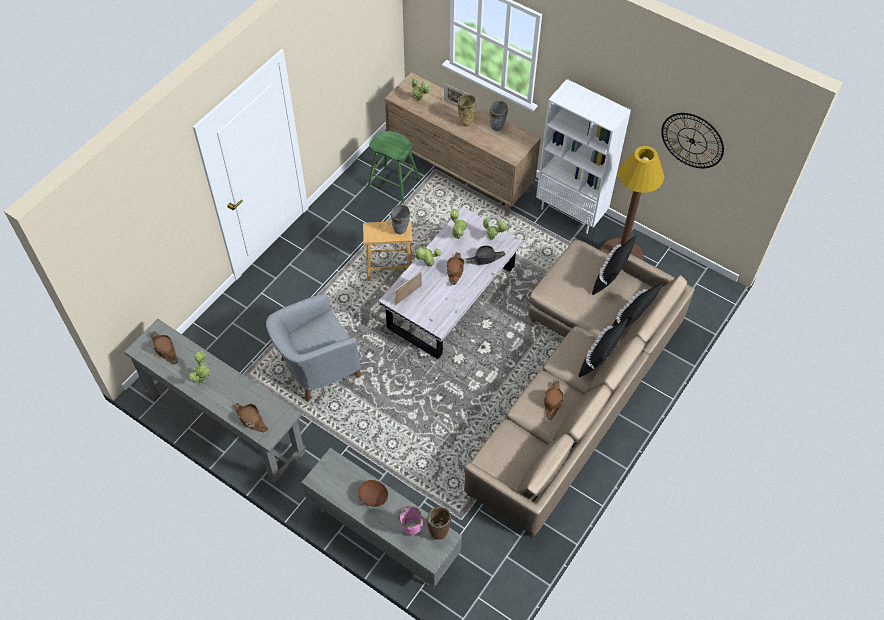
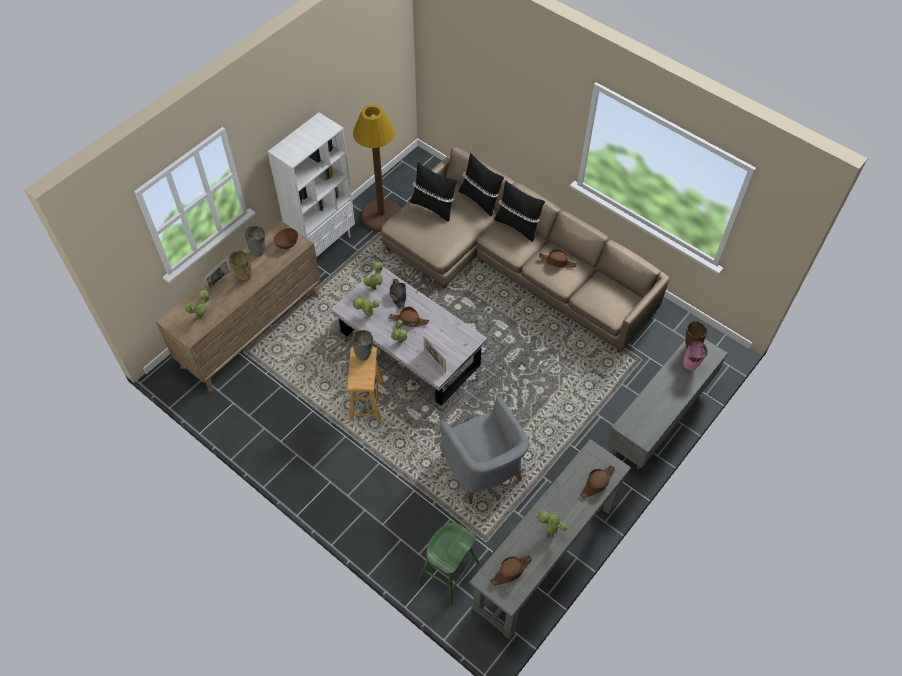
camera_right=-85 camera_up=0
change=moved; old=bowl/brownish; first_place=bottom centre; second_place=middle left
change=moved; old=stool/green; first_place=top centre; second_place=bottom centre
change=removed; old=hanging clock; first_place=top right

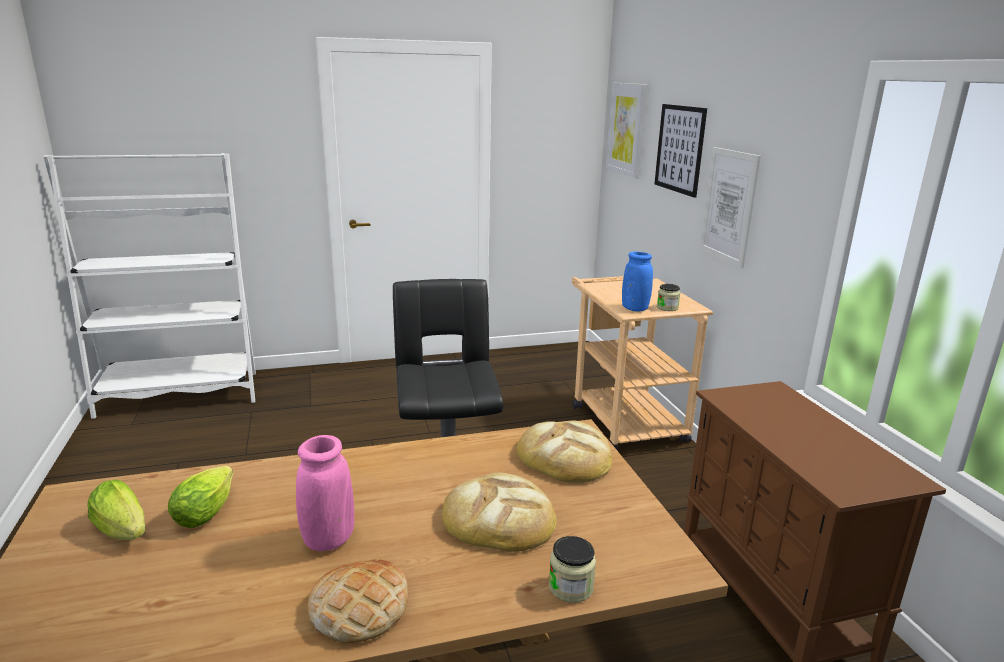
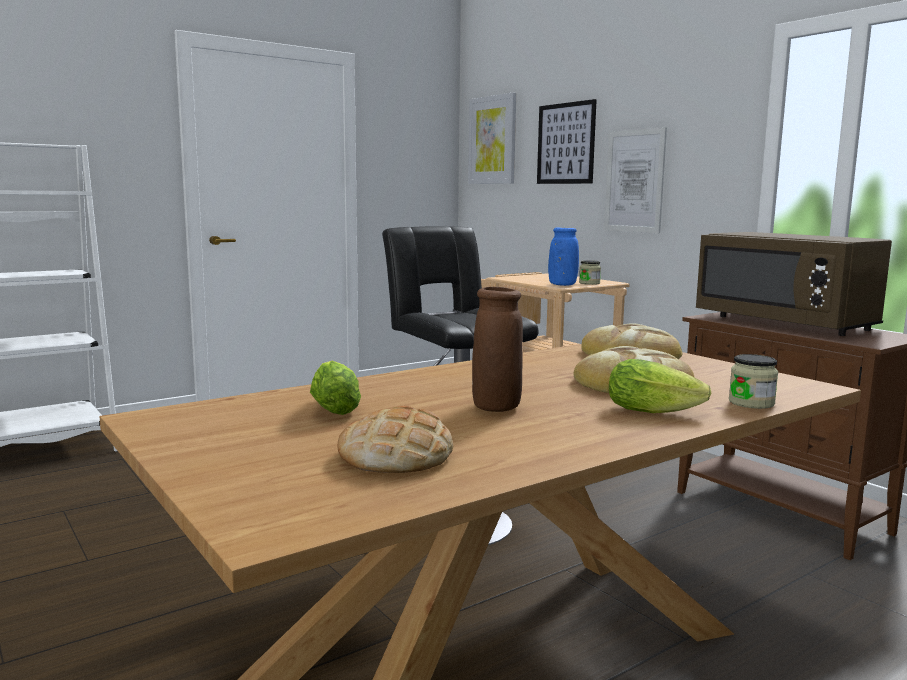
camera_right=-20 camera_up=-10
change=moved; old=bread (1st from left); first_place=bottom centre; second_place=centre
change=recoloured; old=decorative vase/pink-coloured; new=decorative vase/brownish; first_place=bottom left; second_place=centre
change=moved; old=lettuce (1st from left in the first image); new=lettuce (2nd from left); first_place=bottom left; second_place=middle right
change=added; new=microwave/brownish; second_place=middle right

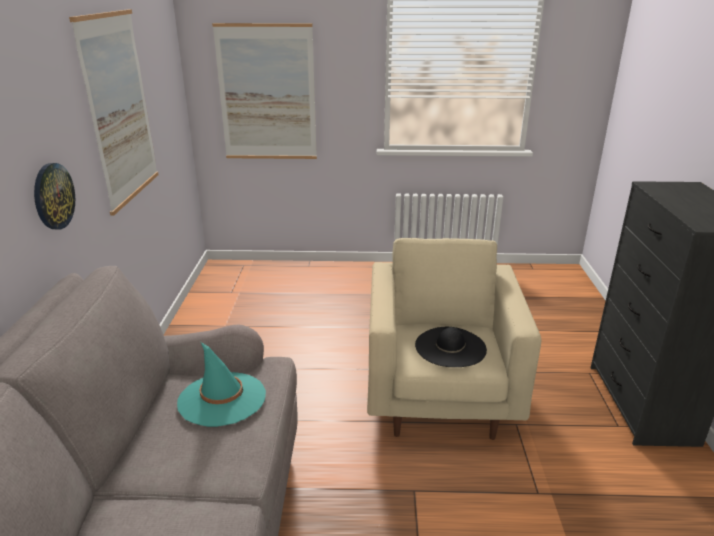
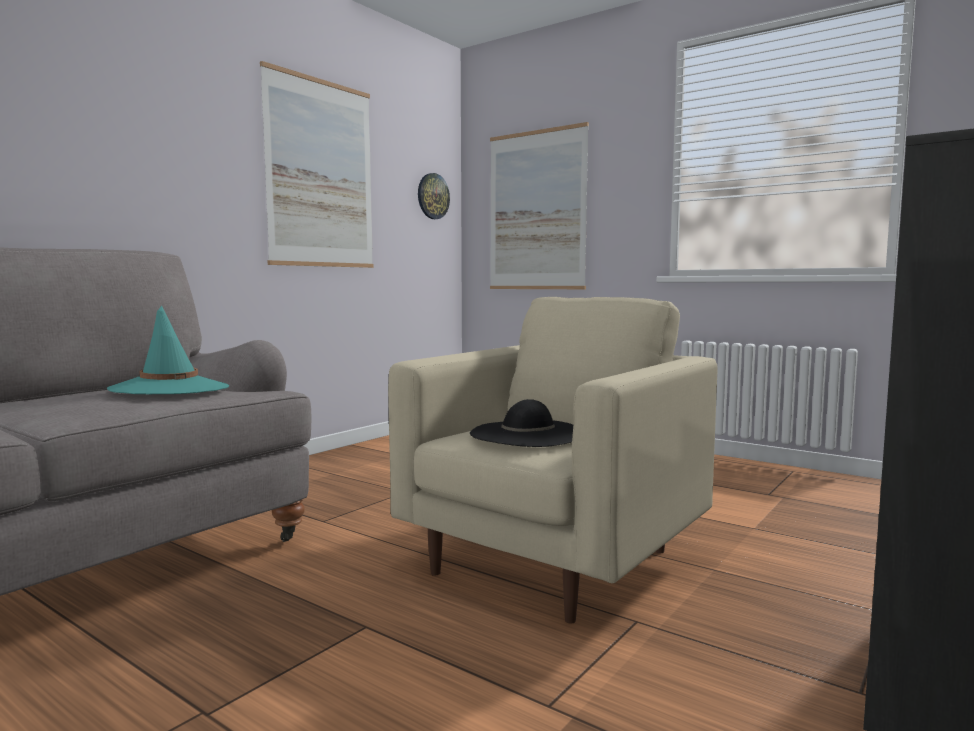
camera_right=35 camera_up=-20
change=moved; old=hanging clock; first_place=middle left; second_place=top centre

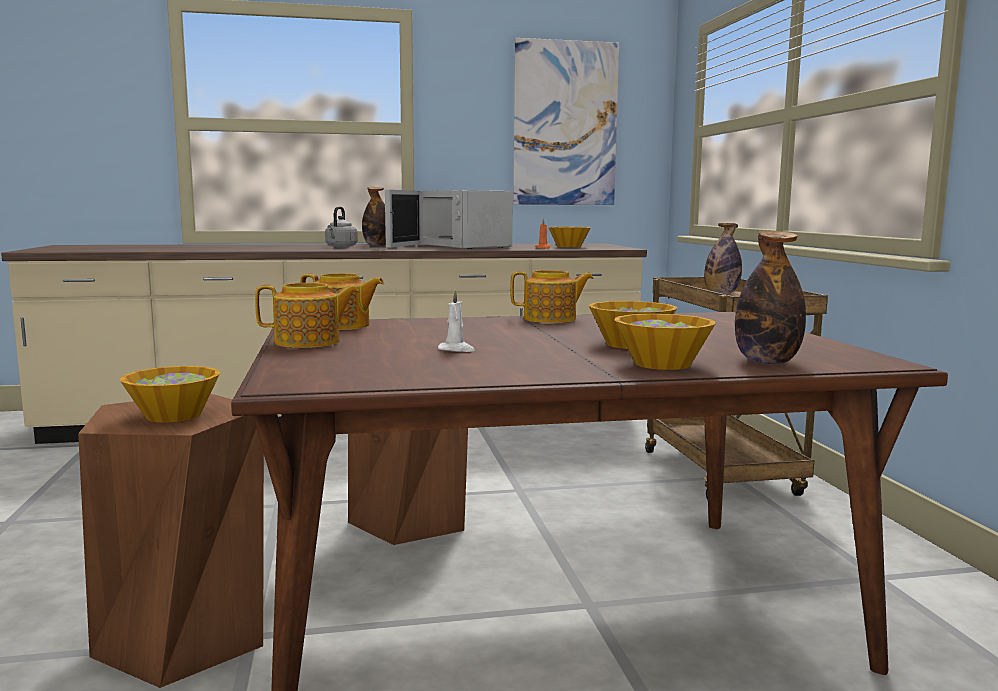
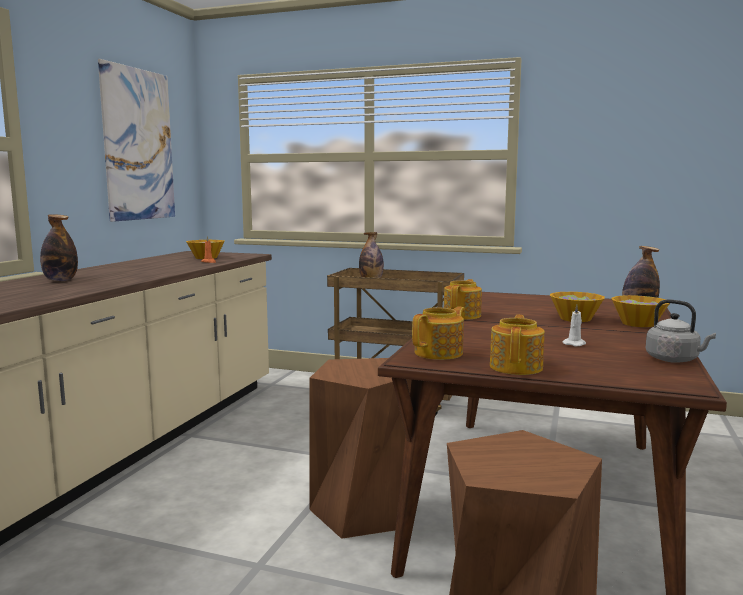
camera_right=-60 camera_up=0
change=moved; old=tea kettle/grey; first_place=top centre; second_place=middle right
change=removed; old=bowl (1st from left); first_place=middle left
change=removed; old=microwave/white-coloured; first_place=top centre

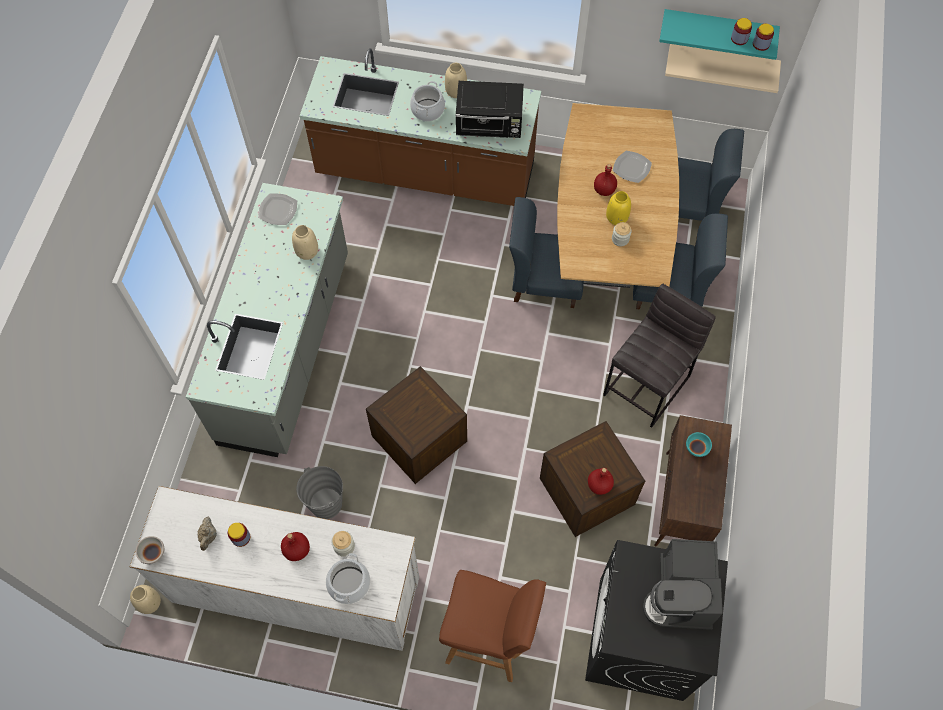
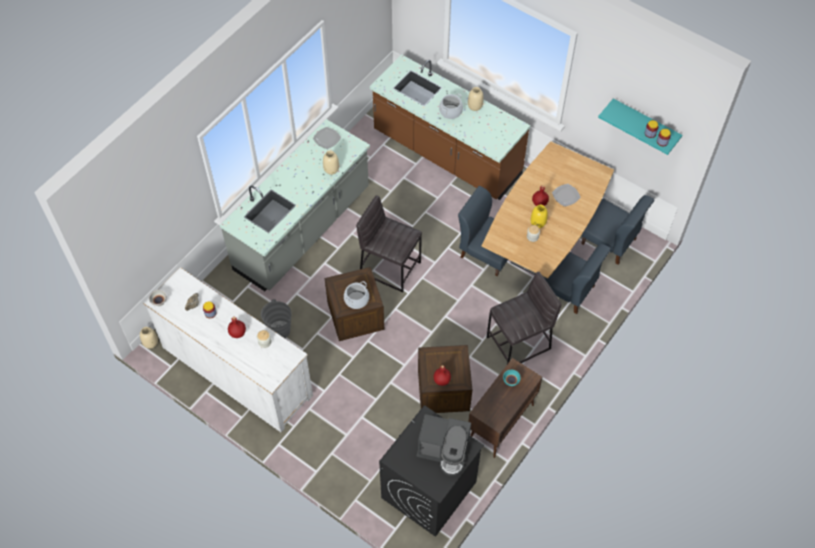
camera_right=25 camera_up=-5
change=moved; old=cooking pot (1st from left); first_place=bottom centre; second_place=centre
change=added; new=stool/grey (1st from left); second_place=centre
change=turned; old=coffee machine; first_place=bottom right; second_place=bottom centre; degrees=-105
change=removed; old=stool/brownish; first_place=bottom centre
change=removed; old=microwave/black; first_place=top centre
change=removed; old=bracket shelf/beige; first_place=top right

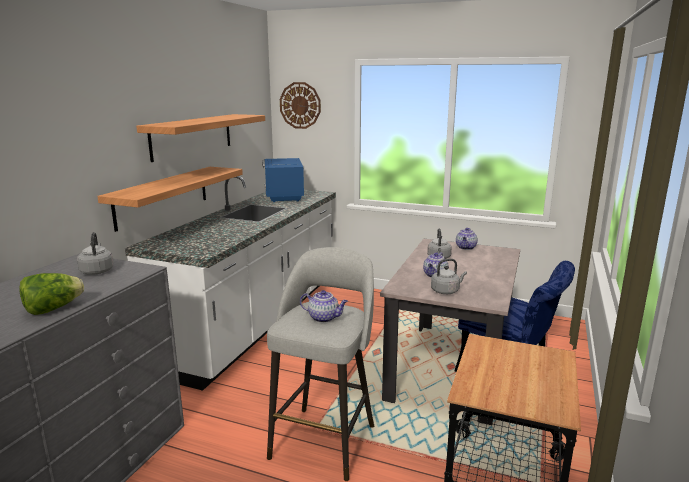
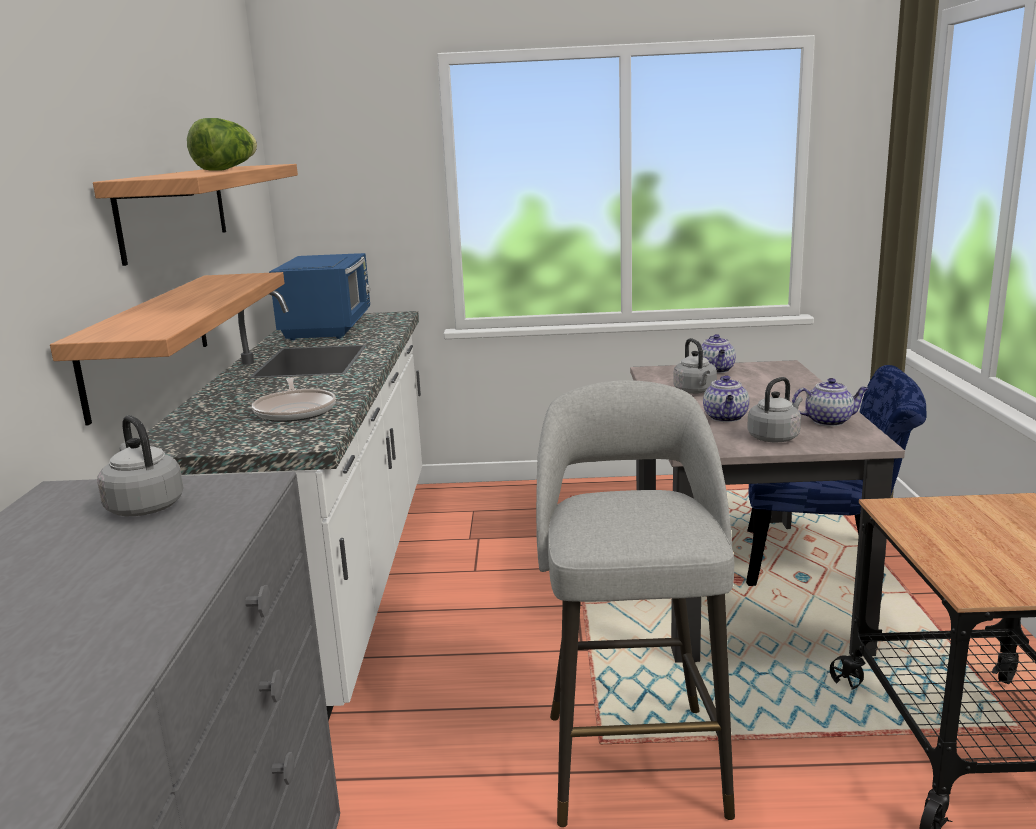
camera_right=-20 camera_up=0
change=moved; old=lettuce; first_place=middle left; second_place=top left
change=added; new=pan; second_place=middle left
change=turned; old=microwave/bluish; first_place=centre; second_place=middle left; degrees=-150
change=moved; old=pot for tea (1st from left in the first image); new=pot for tea (3rd from left); first_place=centre; second_place=middle right
change=removed; old=hanging clock; first_place=top centre

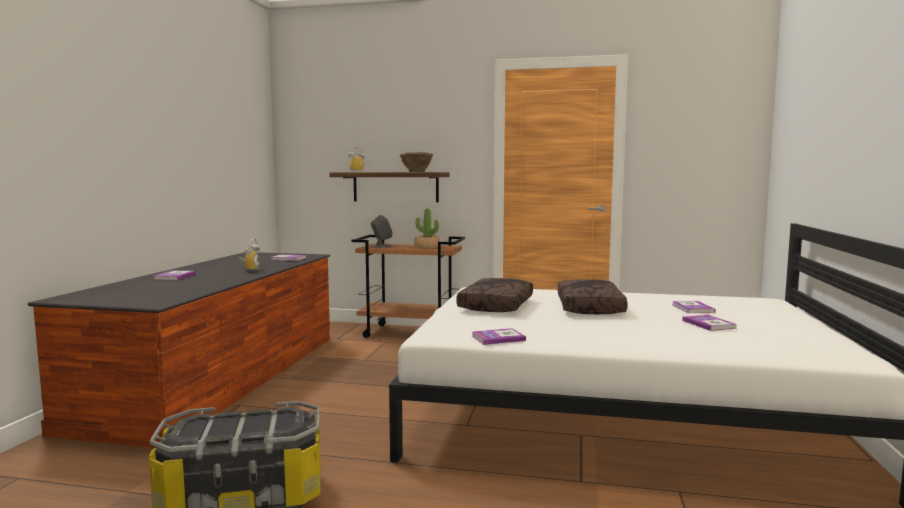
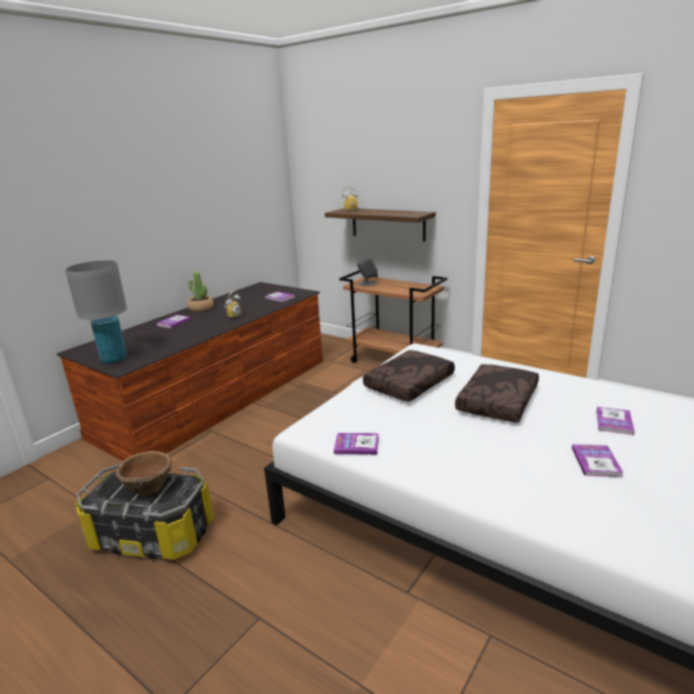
camera_right=25 camera_up=15
change=added; new=lamp for a table/grey; second_place=middle left
change=moved; old=bowl/brownish; first_place=top centre; second_place=bottom left
change=moved; old=plant in a pot; first_place=centre; second_place=middle left

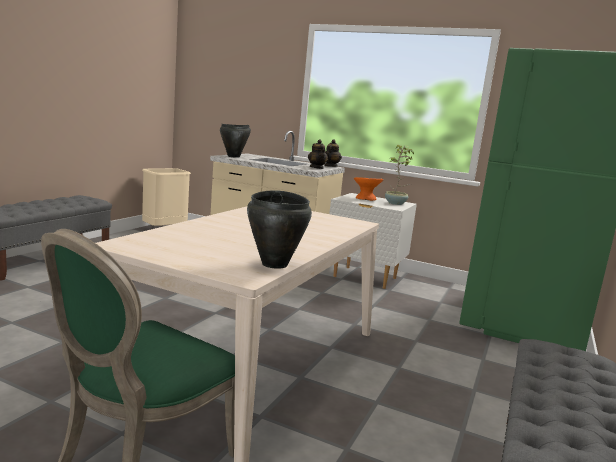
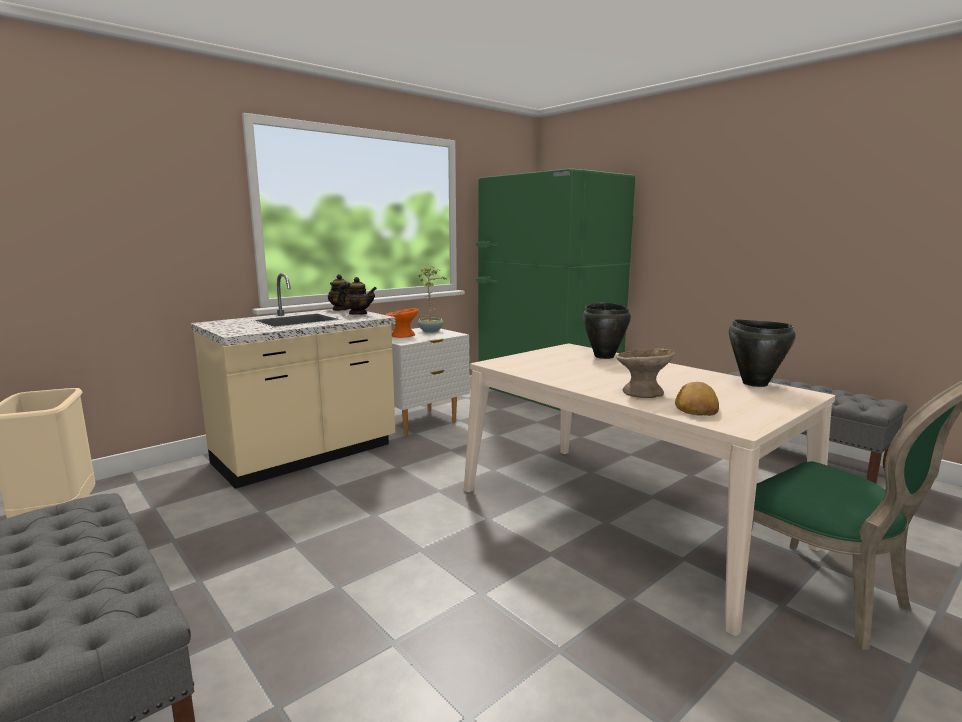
camera_right=-65 camera_up=0
change=moved; old=cooking pot/black (1st from left); first_place=top centre; second_place=centre
change=added; new=bowl/beige; second_place=middle right
change=added; new=bread; second_place=middle right

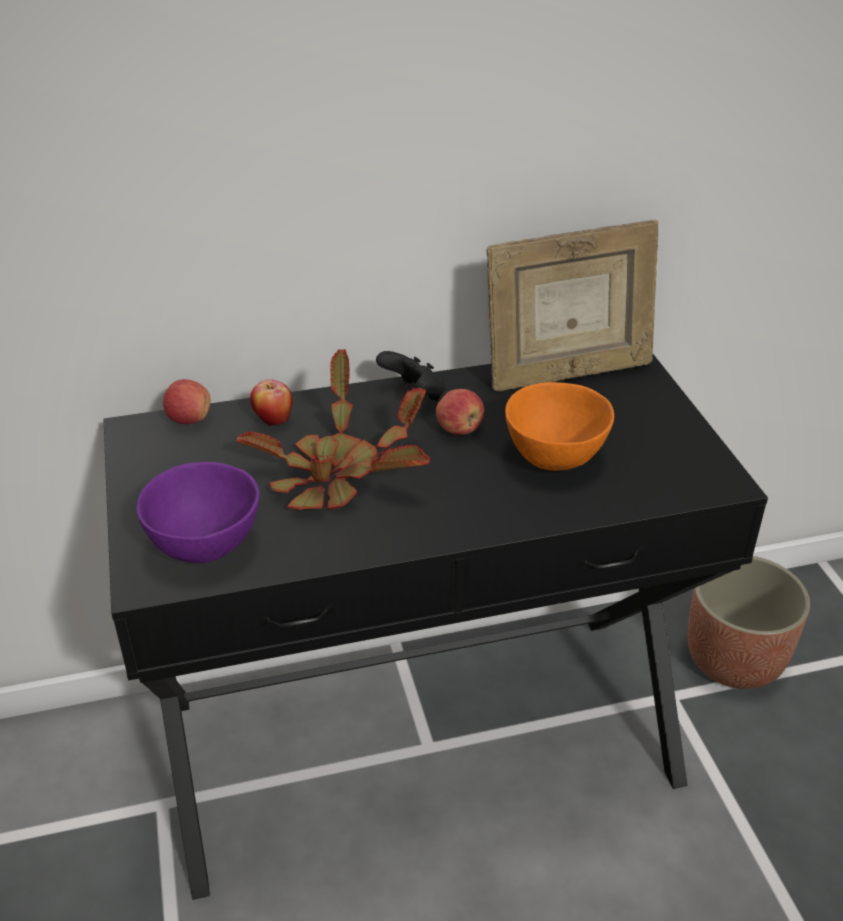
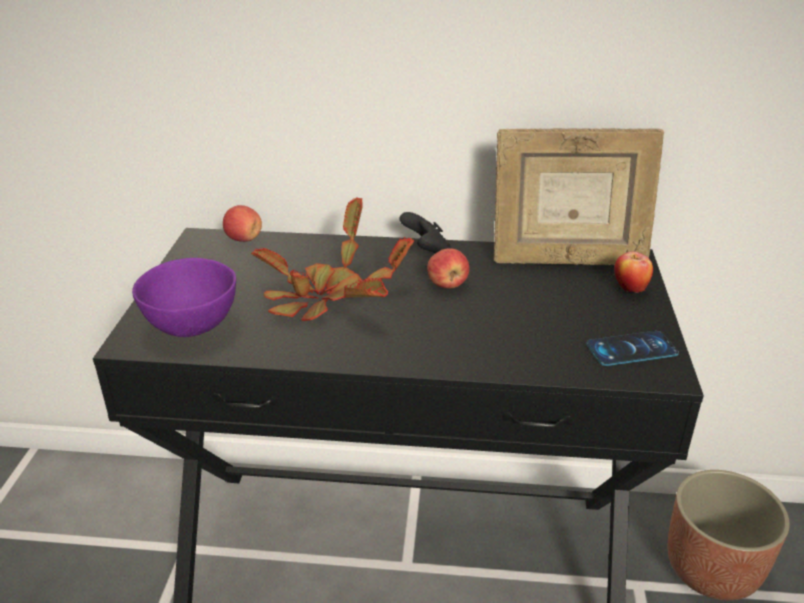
camera_right=20 camera_up=-5
change=added; new=phone; second_place=middle right
change=moved; old=whole apple (2nd from left in the first image); new=whole apple (3rd from left); first_place=middle left; second_place=middle right
change=removed; old=bowl/orangey; first_place=centre

